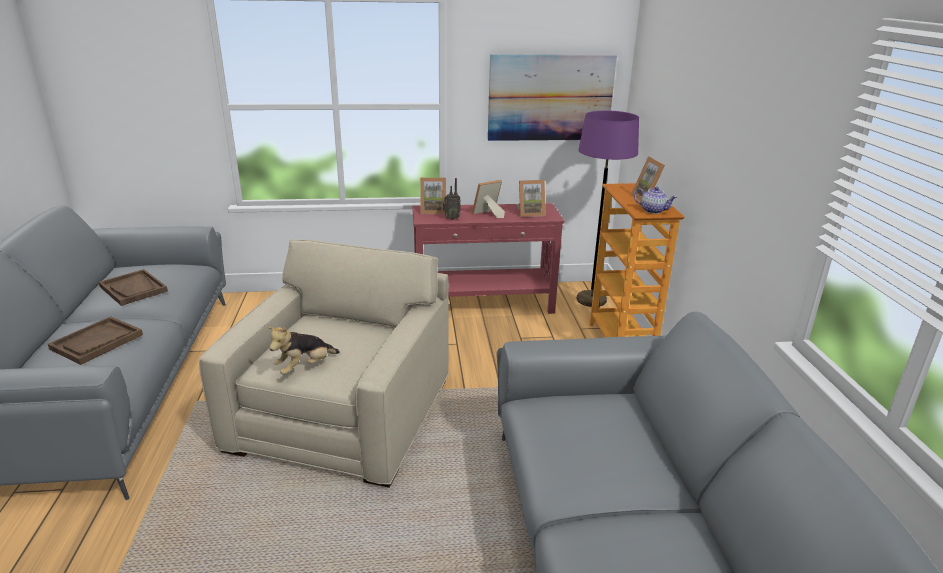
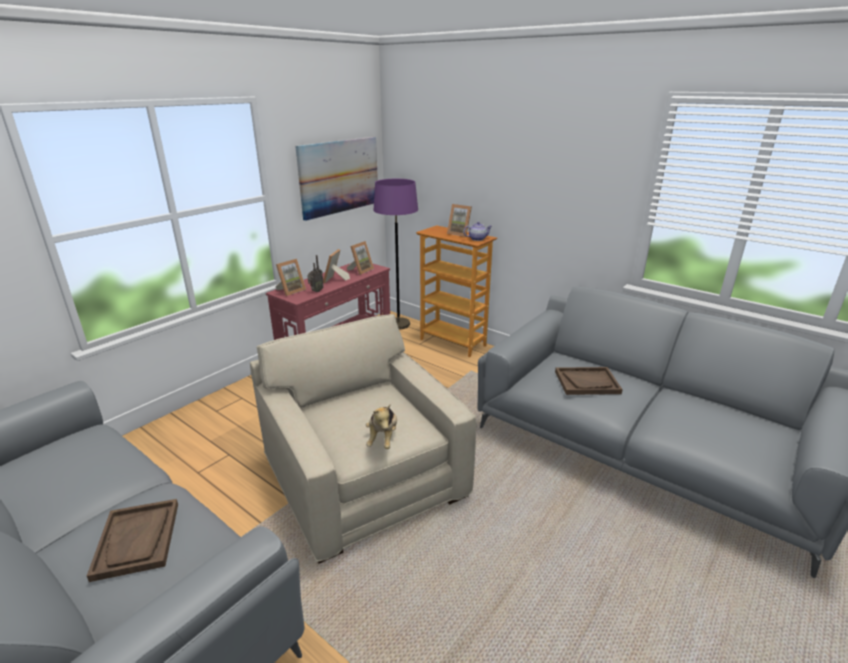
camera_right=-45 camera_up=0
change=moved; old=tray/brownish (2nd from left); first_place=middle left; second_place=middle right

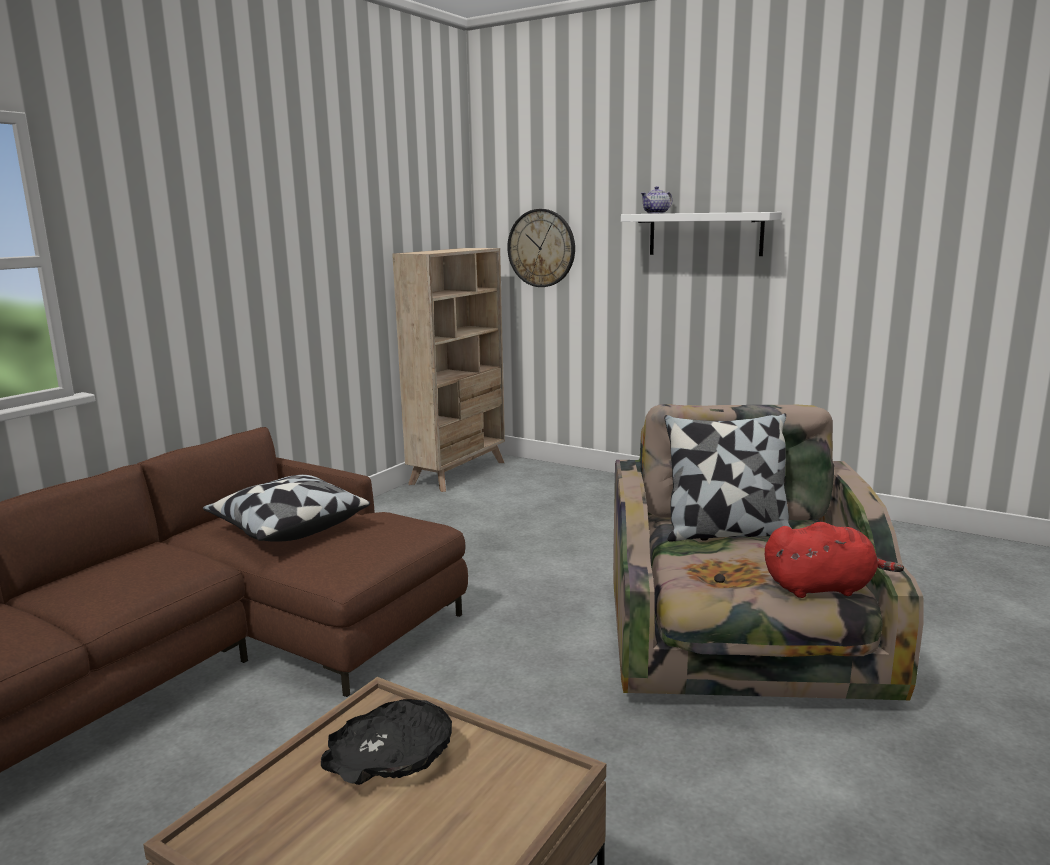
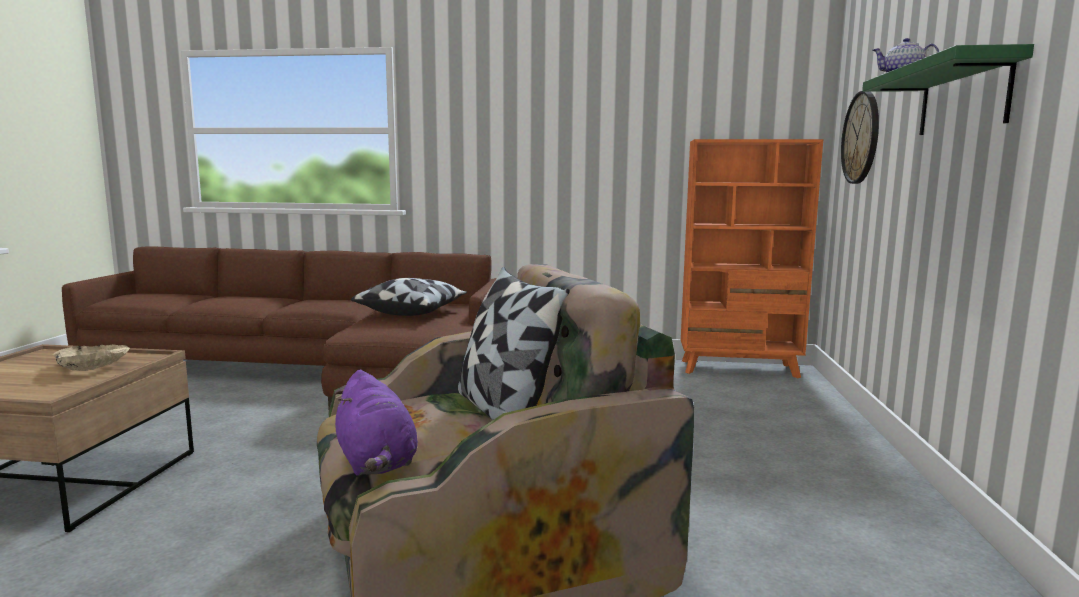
camera_right=65 camera_up=-5
change=recoloured; old=bowl/black; new=bowl/beige; first_place=bottom centre; second_place=middle left
change=recoloured; old=cuddly toy/red-coloured; new=cuddly toy/purple-coloured; first_place=middle right; second_place=bottom centre
change=recoloured; old=bookcase/beige; new=bookcase/orangey; first_place=centre; second_place=middle right
change=recoloured; old=bracket shelf/white-coloured; new=bracket shelf/green; first_place=top right; second_place=top right

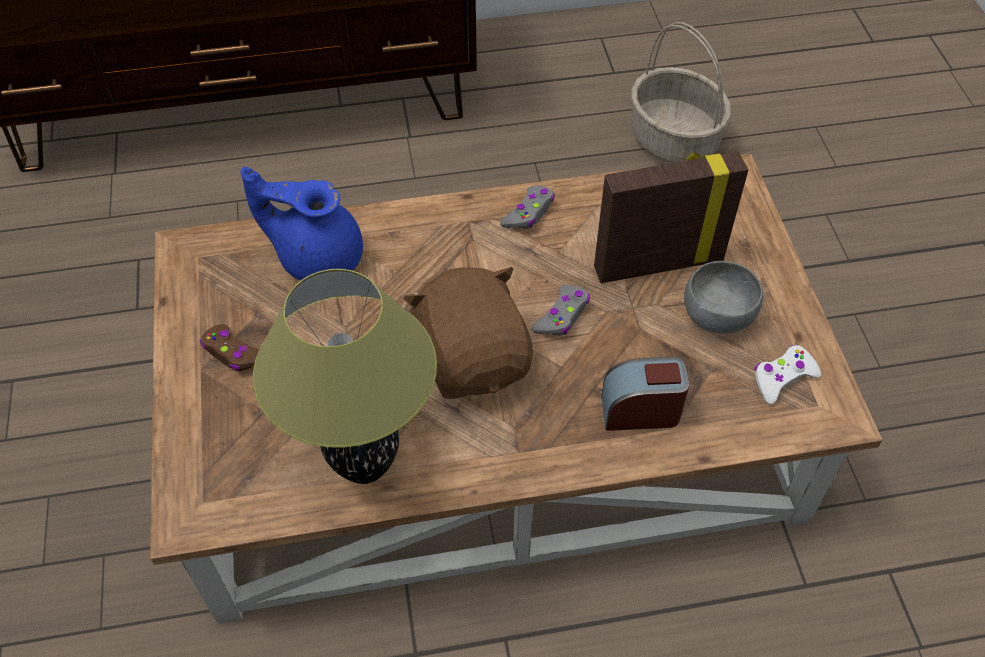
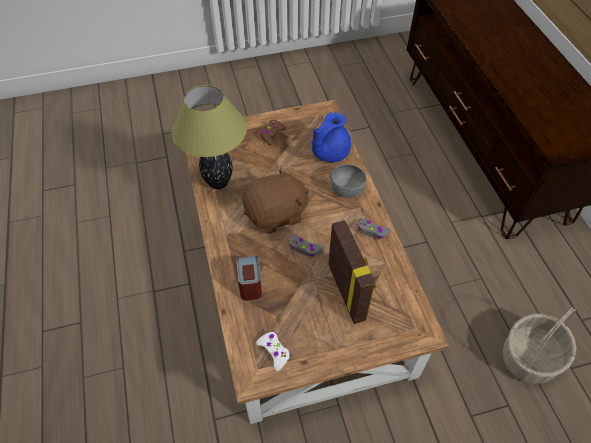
camera_right=85 camera_up=0
change=turned; old=pot for tea/bluish; first_place=middle left; second_place=top centre; degrees=-150
change=moved; old=bowl/grey; first_place=middle right; second_place=centre

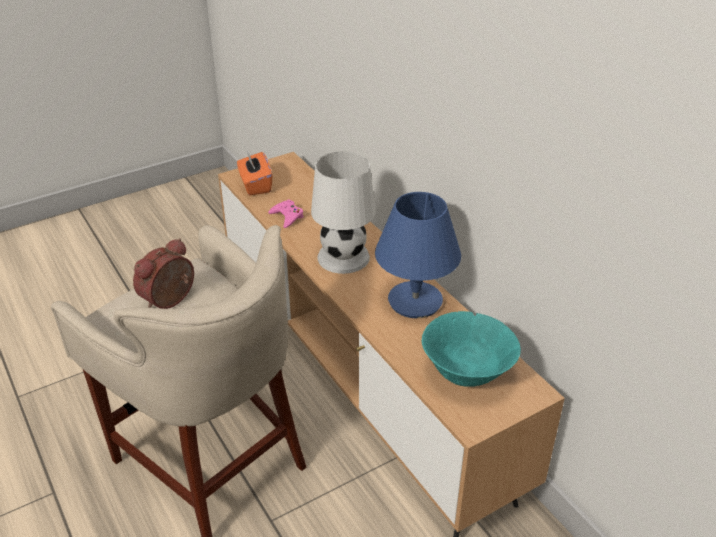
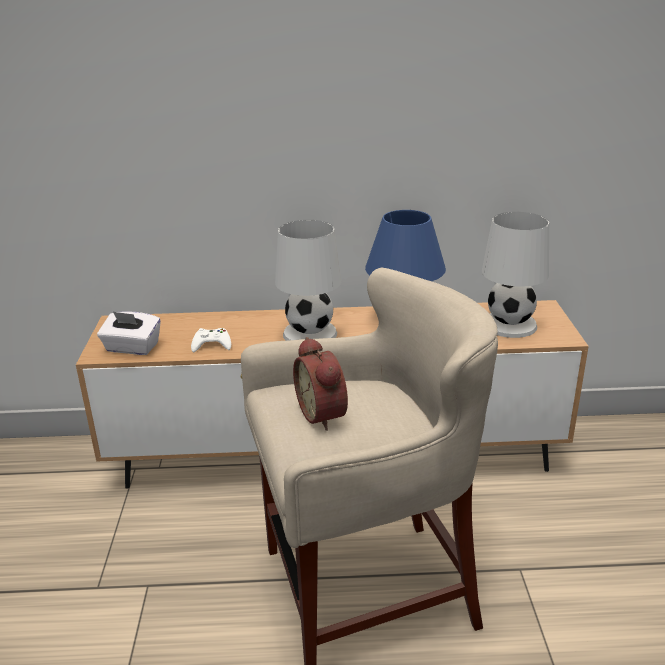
camera_right=-60 camera_up=-10
change=recoloured; old=tissue box/orangey; new=tissue box/white-coloured; first_place=top centre; second_place=middle left
change=recoloured; old=game controller/pink-coloured; new=game controller/white-coloured; first_place=centre; second_place=middle left
change=replaced; old=bowl/turquoise-coloured; new=lamp for a table/white-coloured (2nd from left); first_place=centre; second_place=middle right

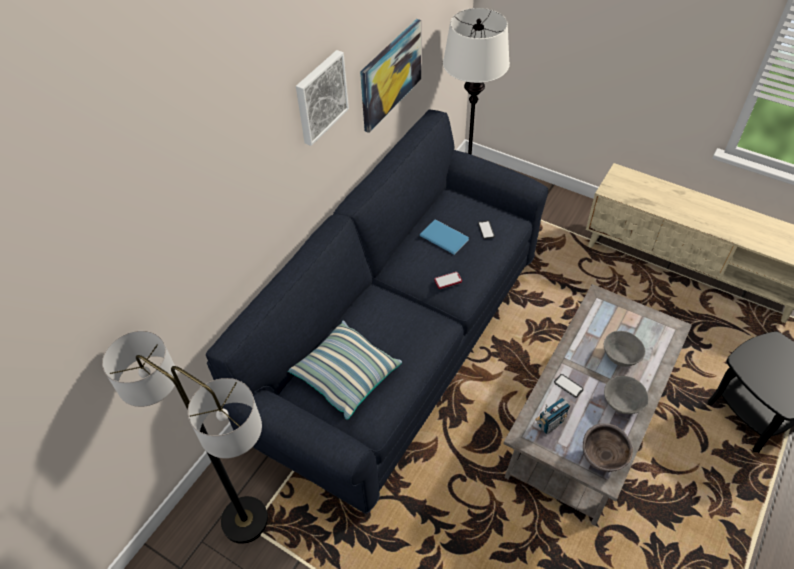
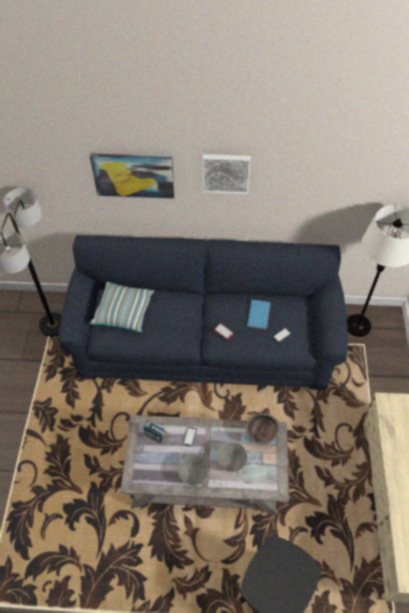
camera_right=60 camera_up=5
change=moved; old=picture (2nd from left in the first image); new=picture (1st from left); first_place=top centre; second_place=top left
change=moved; old=bowl/brownish; first_place=bottom right; second_place=bottom centre

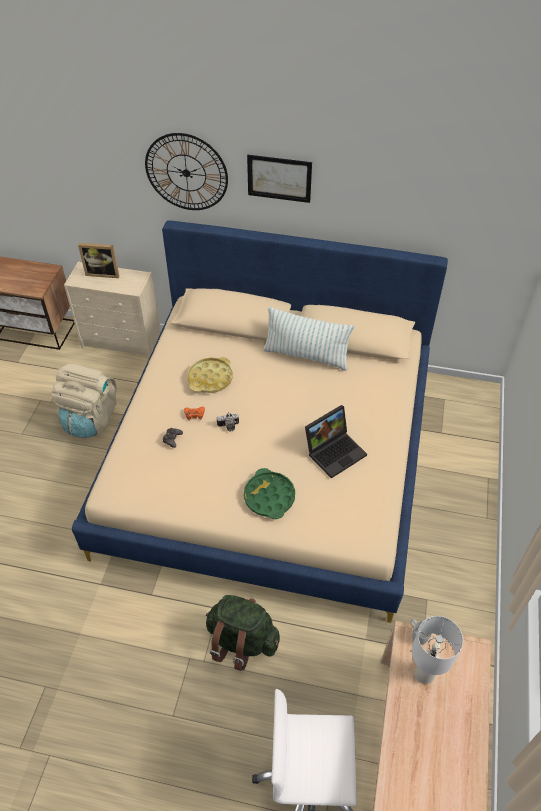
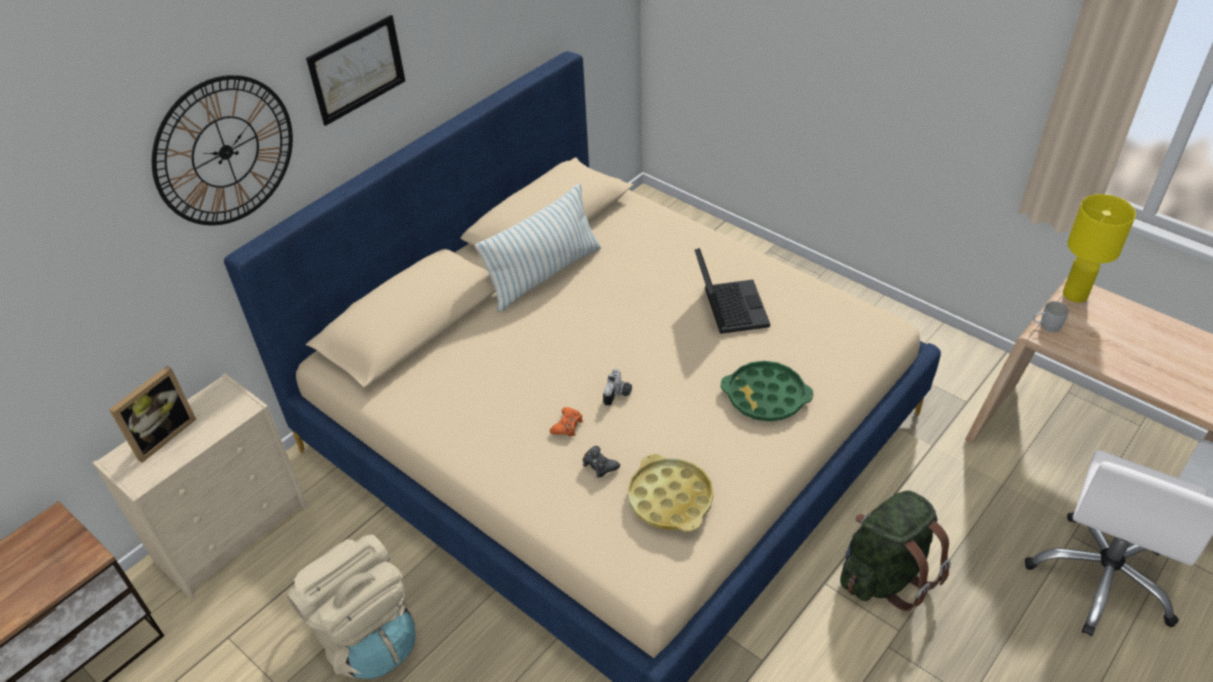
camera_right=-60 camera_up=-5
change=moved; old=tray/yellowish; first_place=centre; second_place=bottom centre
change=added; new=lamp for a table/yellowish; second_place=middle right
change=removed; old=lamp for a table/white-coloured; first_place=bottom right

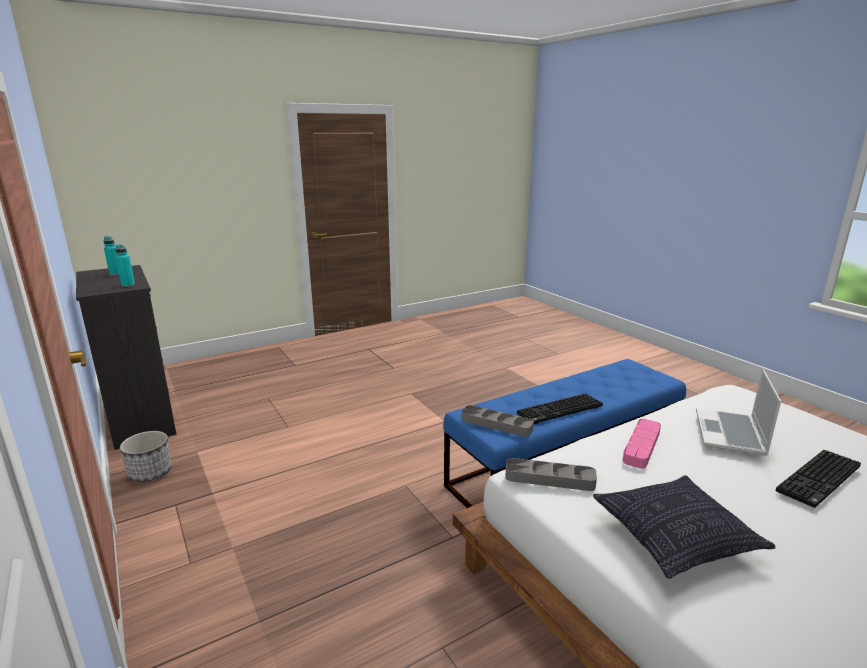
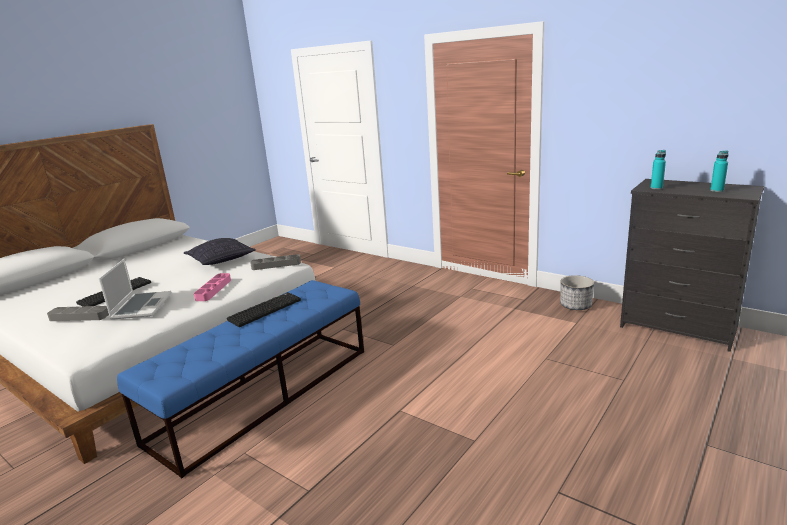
camera_right=160 camera_up=0
change=moved; old=tray/grey (1st from left); first_place=centre; second_place=middle left

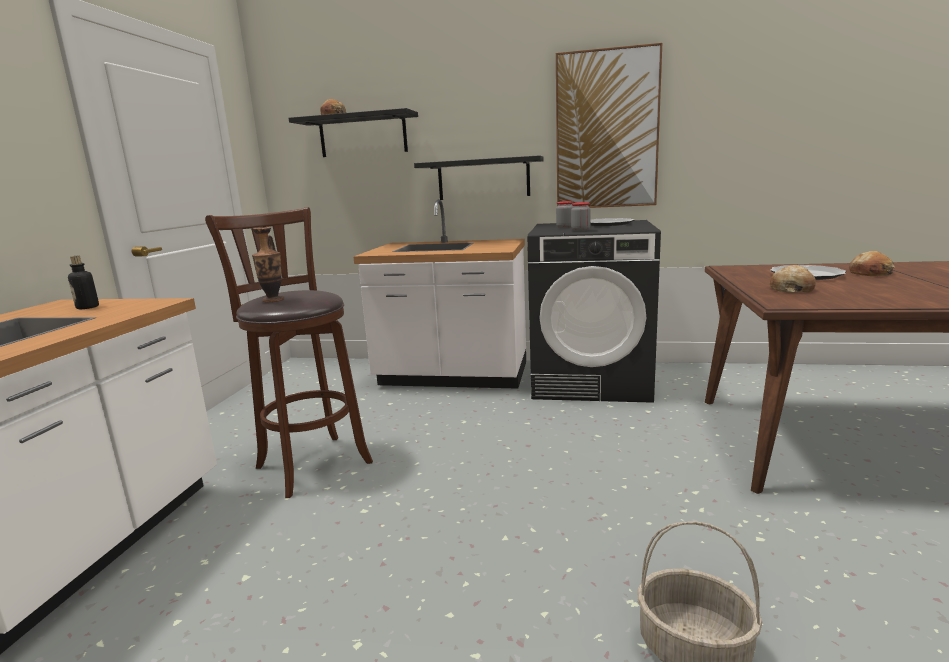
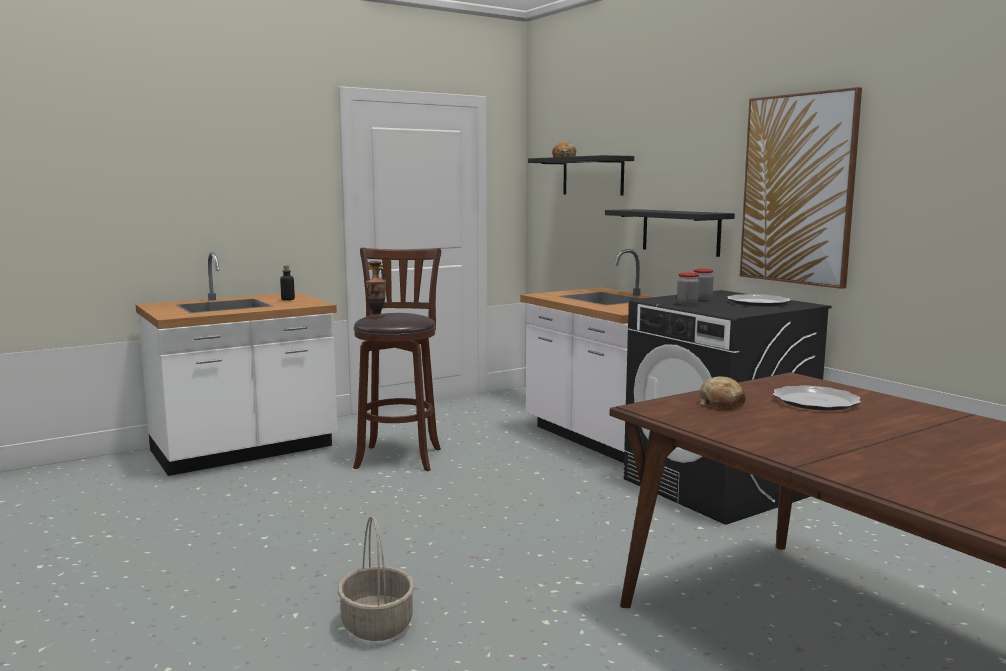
camera_right=45 camera_up=-5
change=removed; old=bread (3rd from left); first_place=middle right

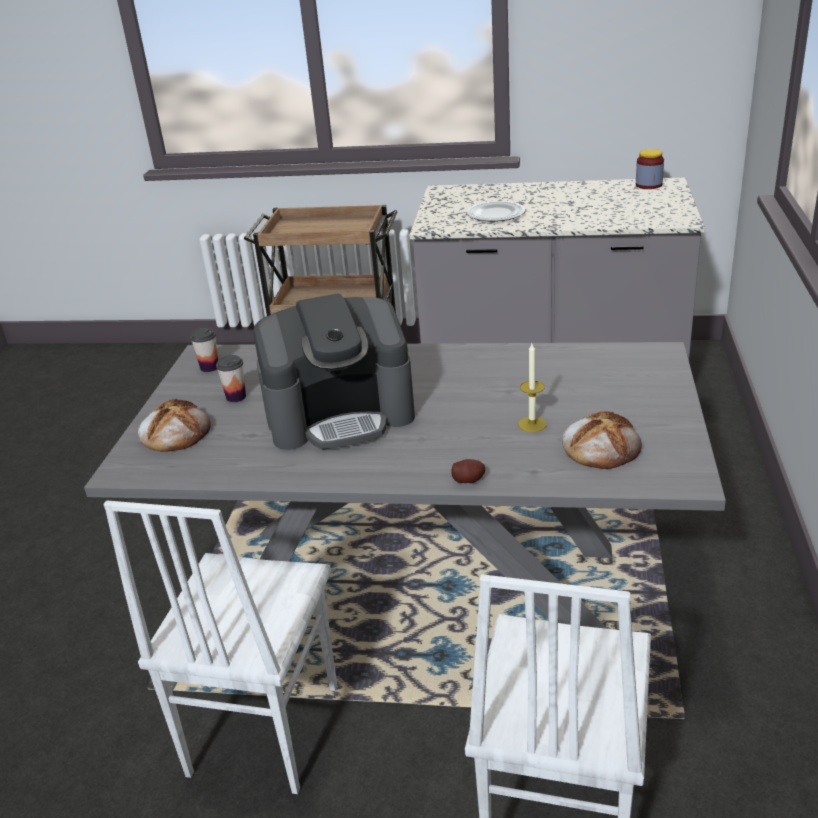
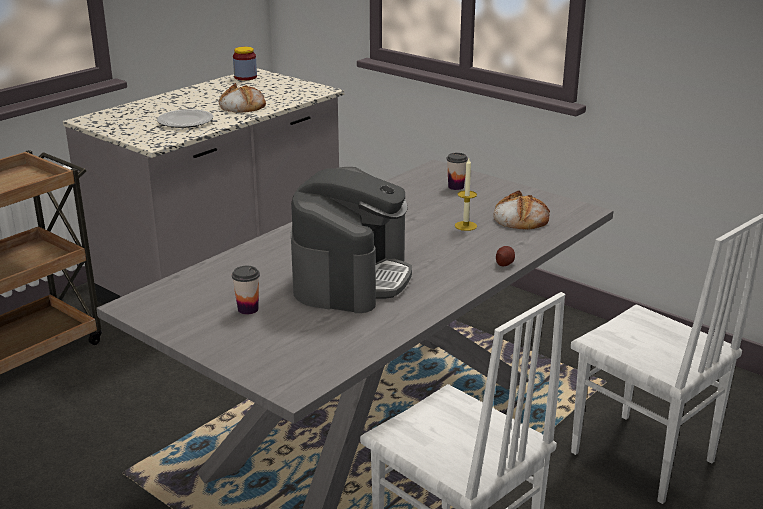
camera_right=-60 camera_up=-5
change=moved; old=bread (1st from left); first_place=middle left; second_place=top left
change=moved; old=drinking cup (1st from left in the first image); new=drinking cup (2nd from left); first_place=middle left; second_place=centre

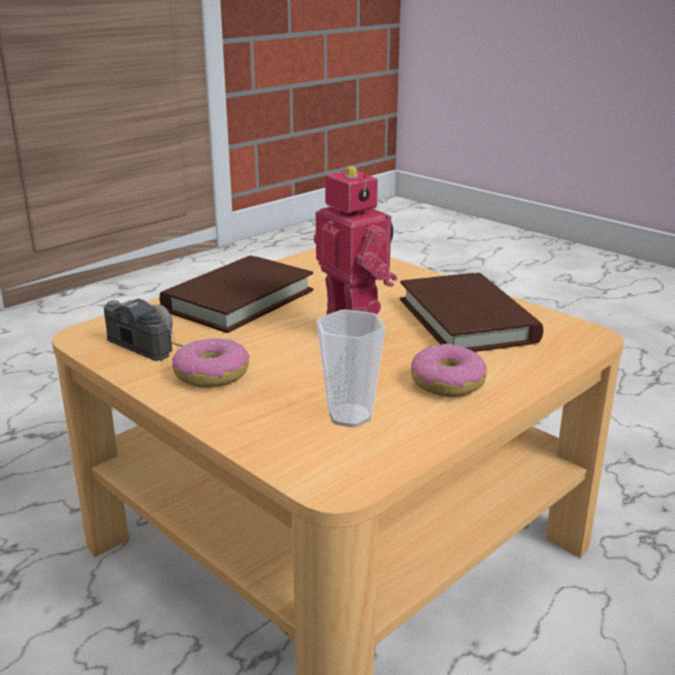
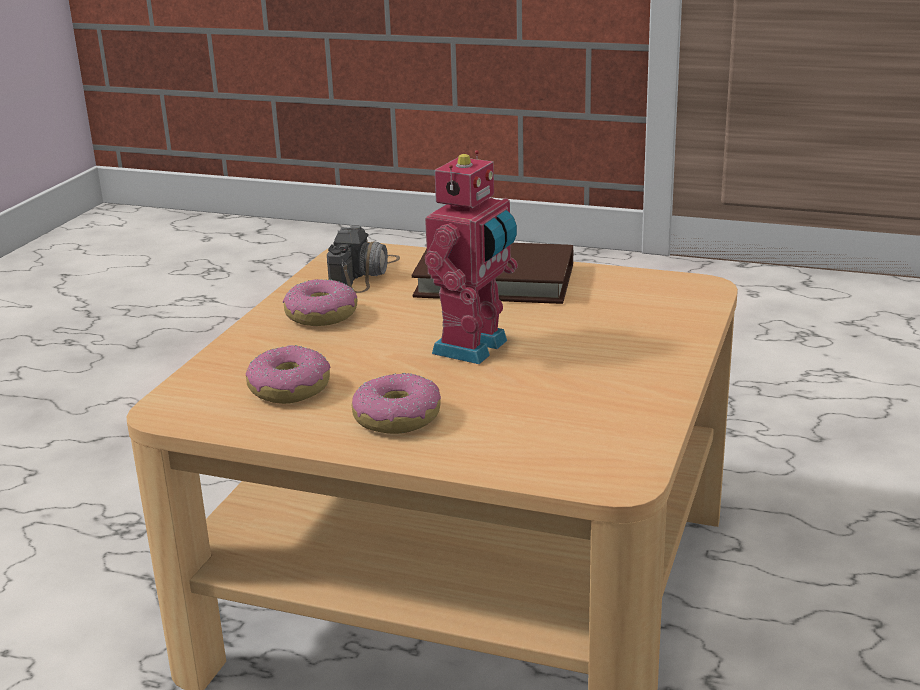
camera_right=65 camera_up=0
change=replaced; old=drinking cup; new=doughnut (1st from left); first_place=centre; second_place=middle left
change=removed; old=book/brownish (2nd from left); first_place=middle right

